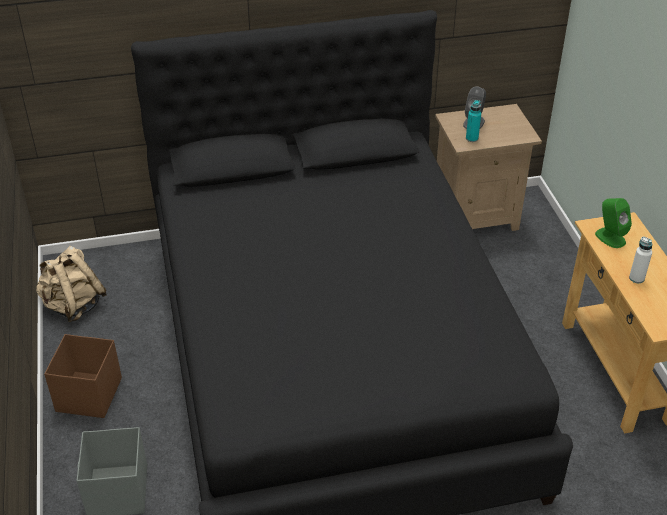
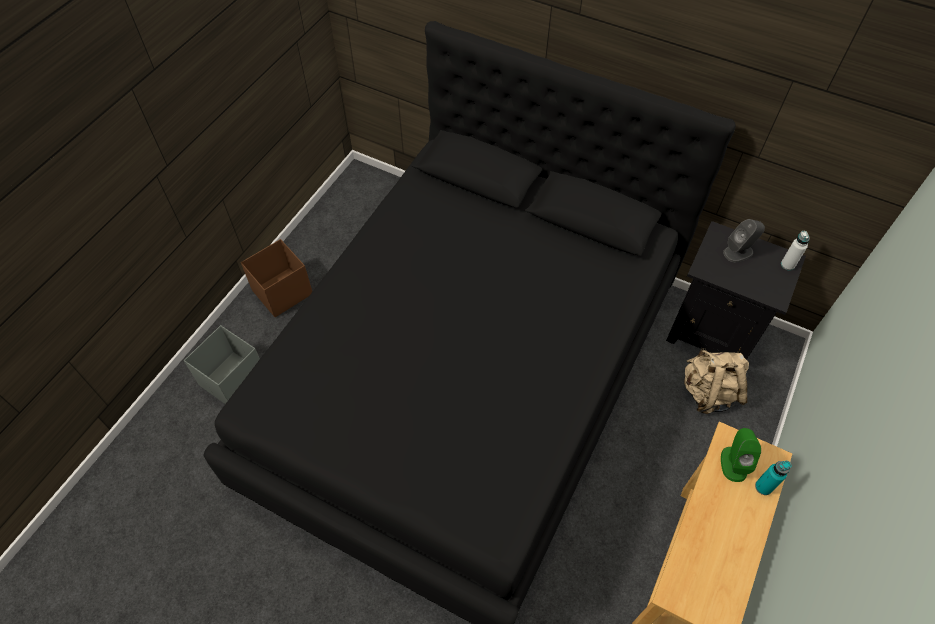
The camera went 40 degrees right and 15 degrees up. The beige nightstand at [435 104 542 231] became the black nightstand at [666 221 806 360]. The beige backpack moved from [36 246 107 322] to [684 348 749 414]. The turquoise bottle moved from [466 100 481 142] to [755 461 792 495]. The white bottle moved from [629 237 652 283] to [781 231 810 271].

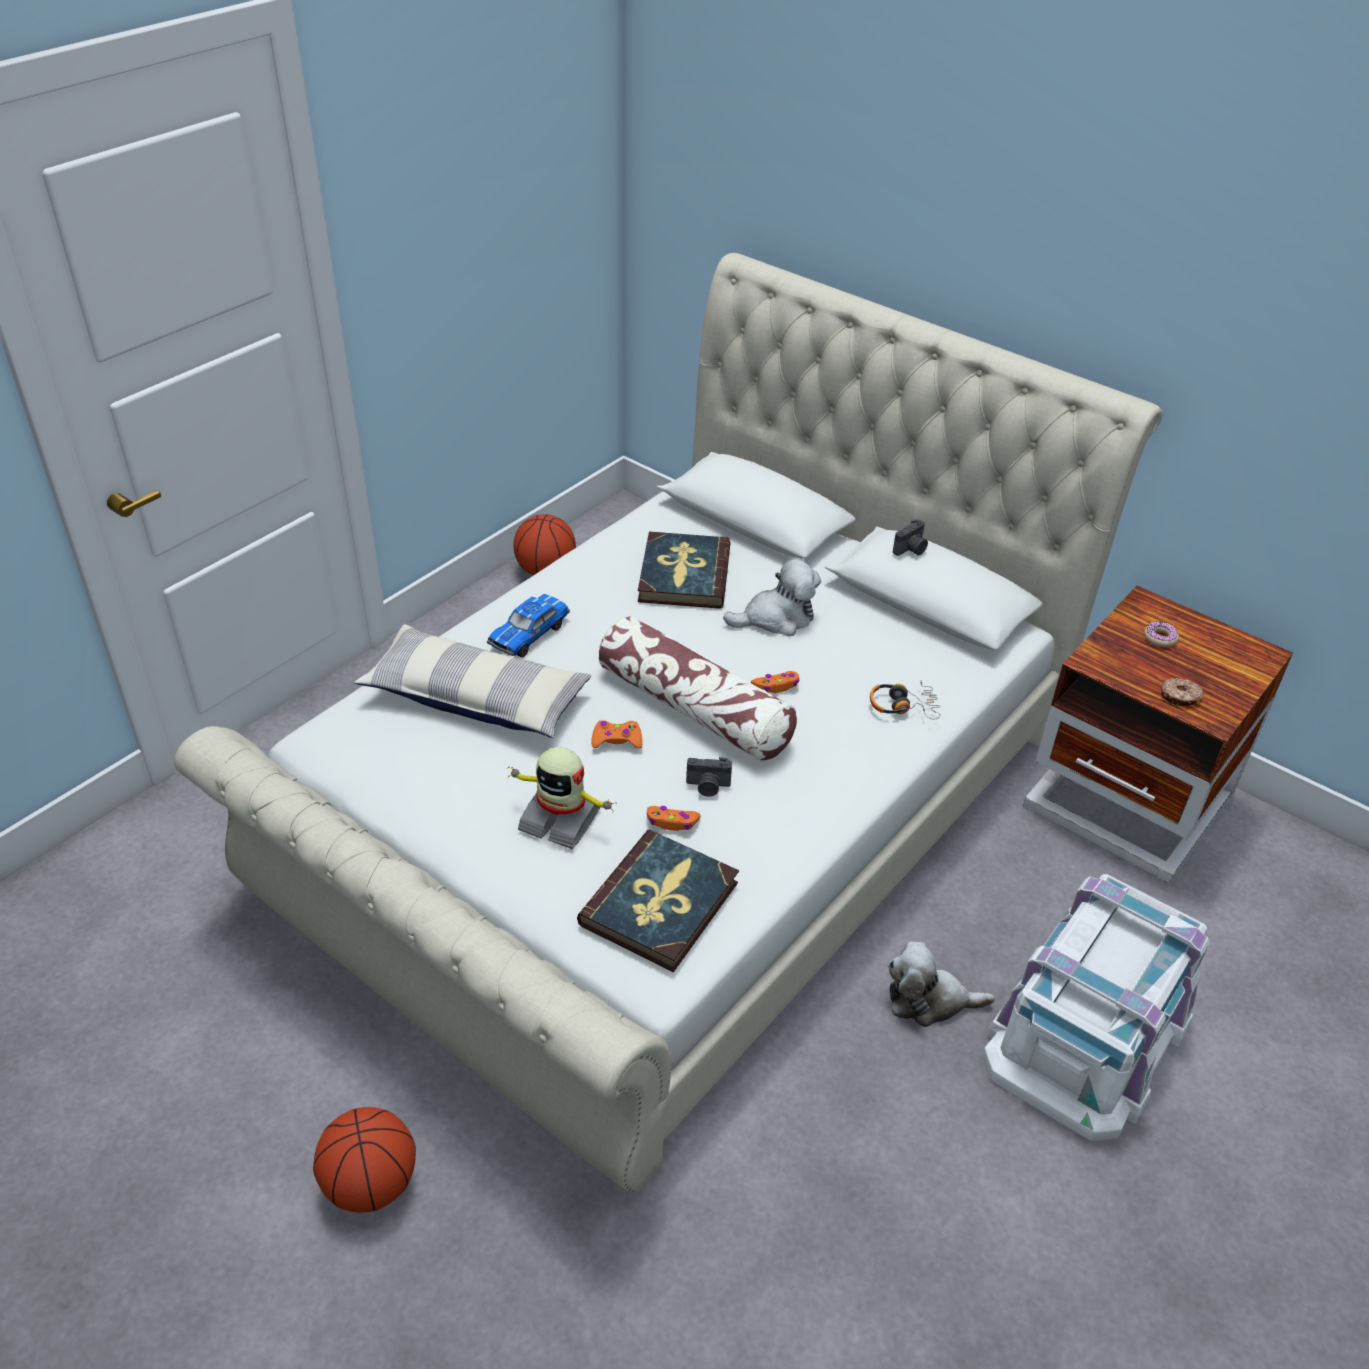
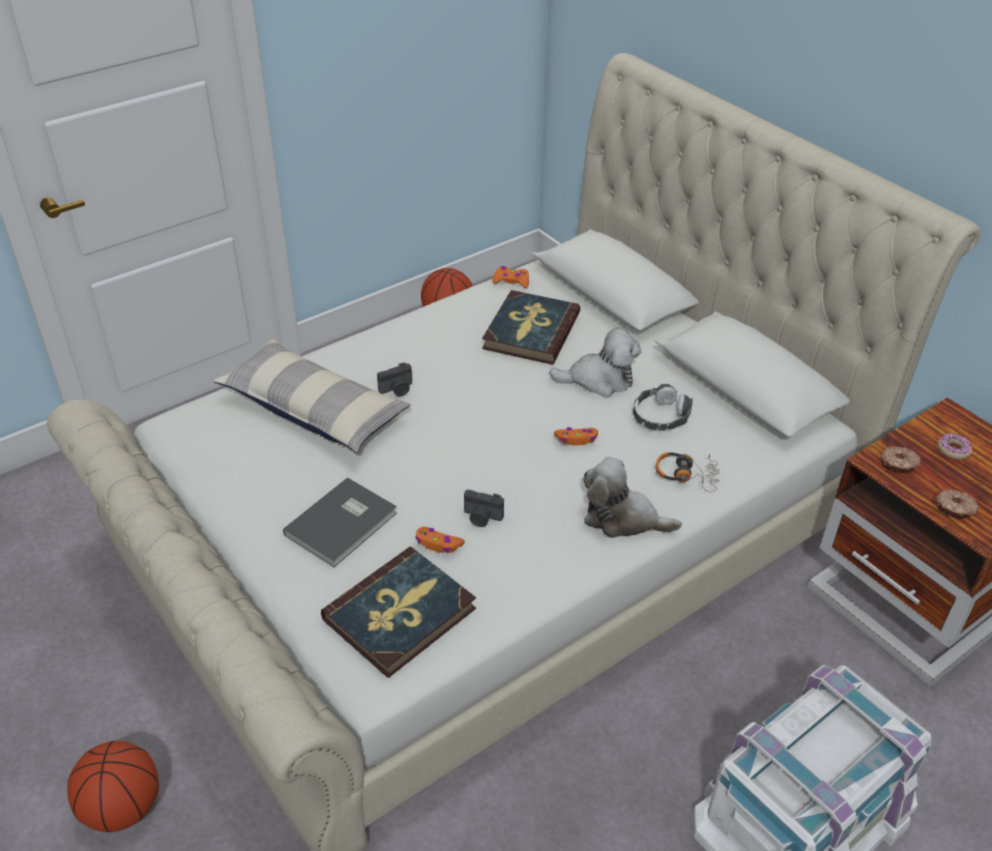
The camera went 15 degrees right and 0 degrees up. The toy robot at [507 747 616 849] was replaced by the grey book at [283 477 397 567]. The photo camera moved from [893 519 928 556] to [377 362 412 396]. The orange game controller moved from [591 720 643 749] to [492 266 529 288]. The plush toy moved from [888 942 995 1027] to [583 457 682 538]. The headphones at [633 384 693 431] appeared. The donut at [881 447 921 473] appeared. The toy car at [487 594 570 657] disappeared. The pillow at [599 616 797 761] disappeared.

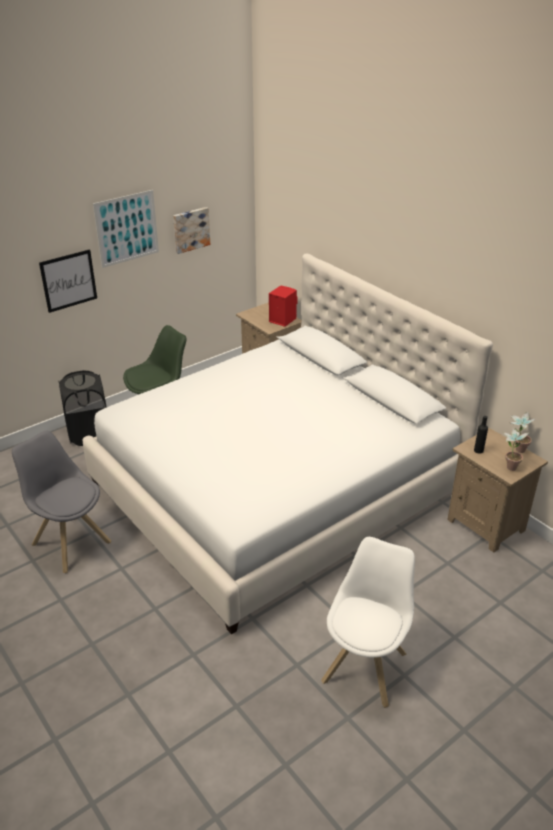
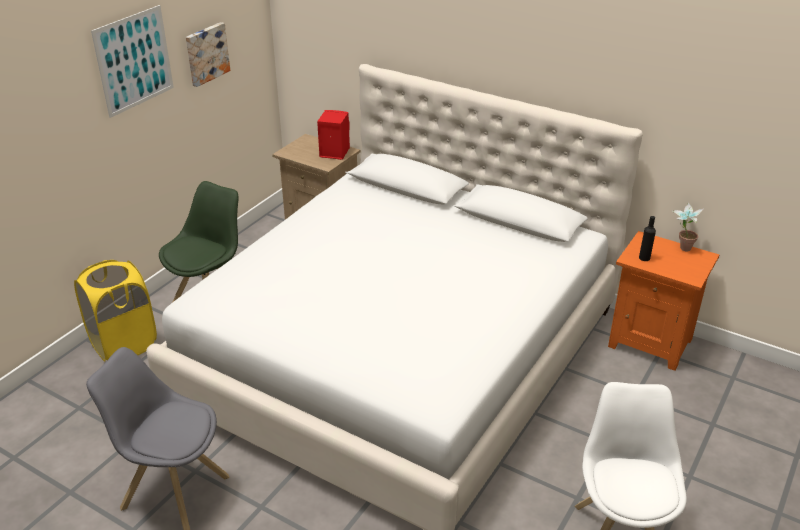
The camera went 20 degrees left and 0 degrees up. The black laundry basket at [58 370 107 446] became the yellow laundry basket at [74 260 157 362]. The beige nightstand at [447 428 548 552] became the orange nightstand at [608 231 719 371]. The picture at [39 249 97 313] disappeared. The potted plant at [502 428 529 471] disappeared.

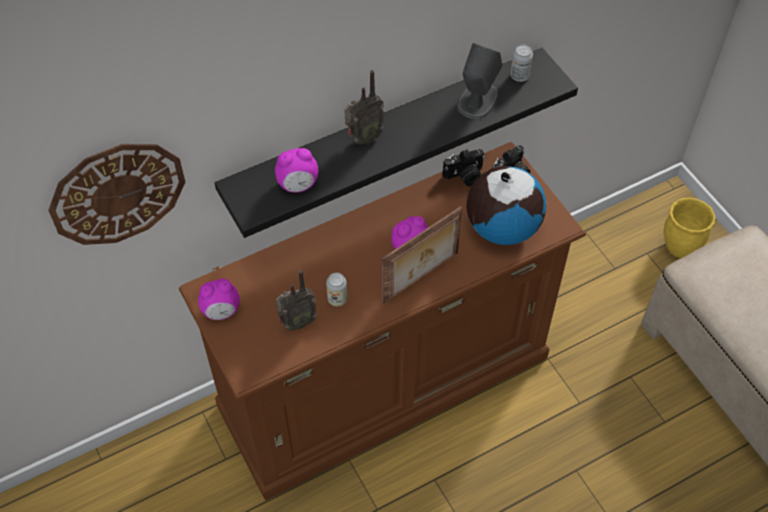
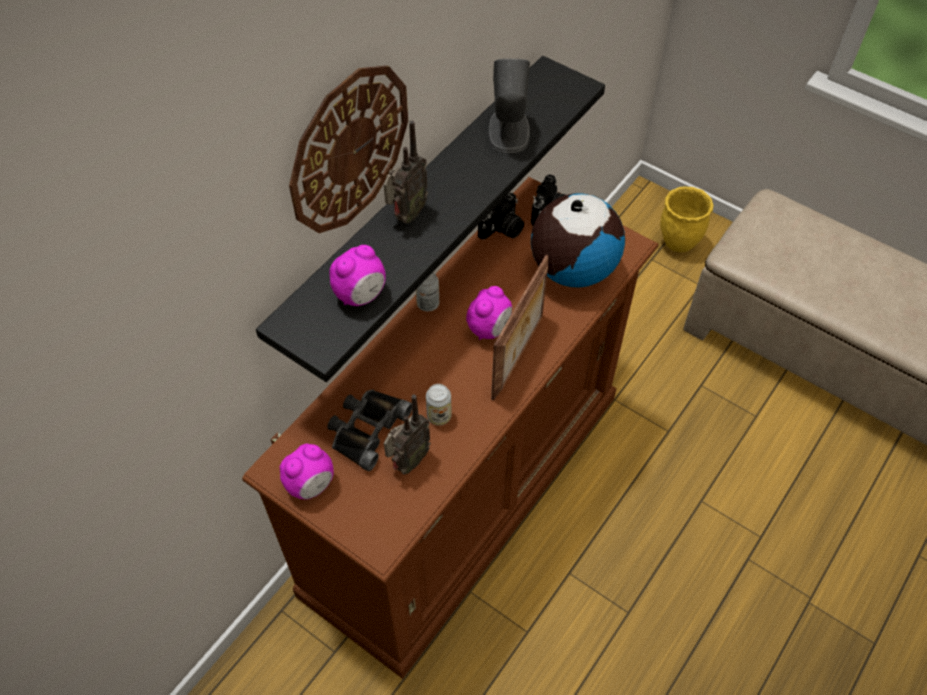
The camera went 25 degrees left and 0 degrees up. The wall clock moved from [48 144 185 245] to [289 65 408 233]. The black binoculars at [327 389 412 471] appeared. The can moved from [510 45 533 82] to [416 272 439 311].

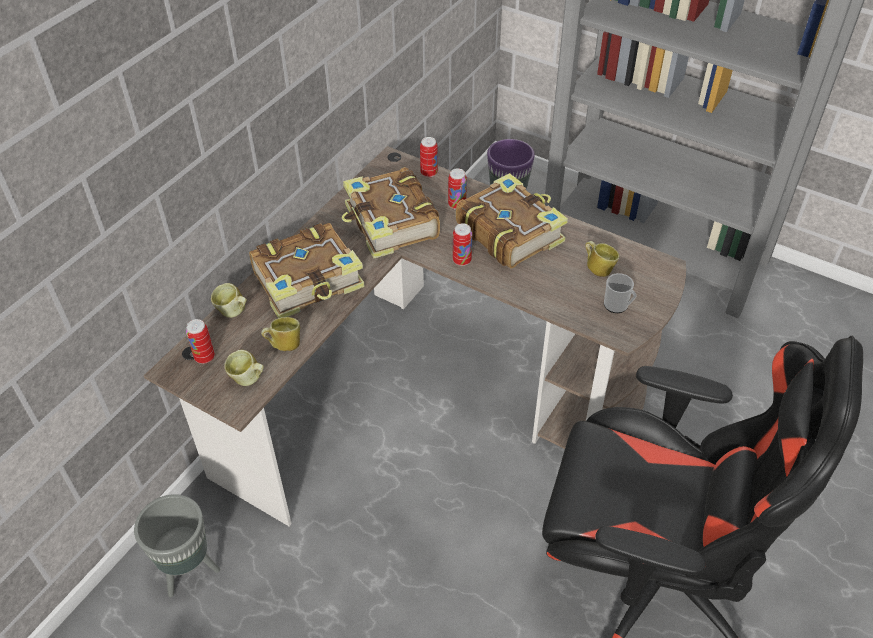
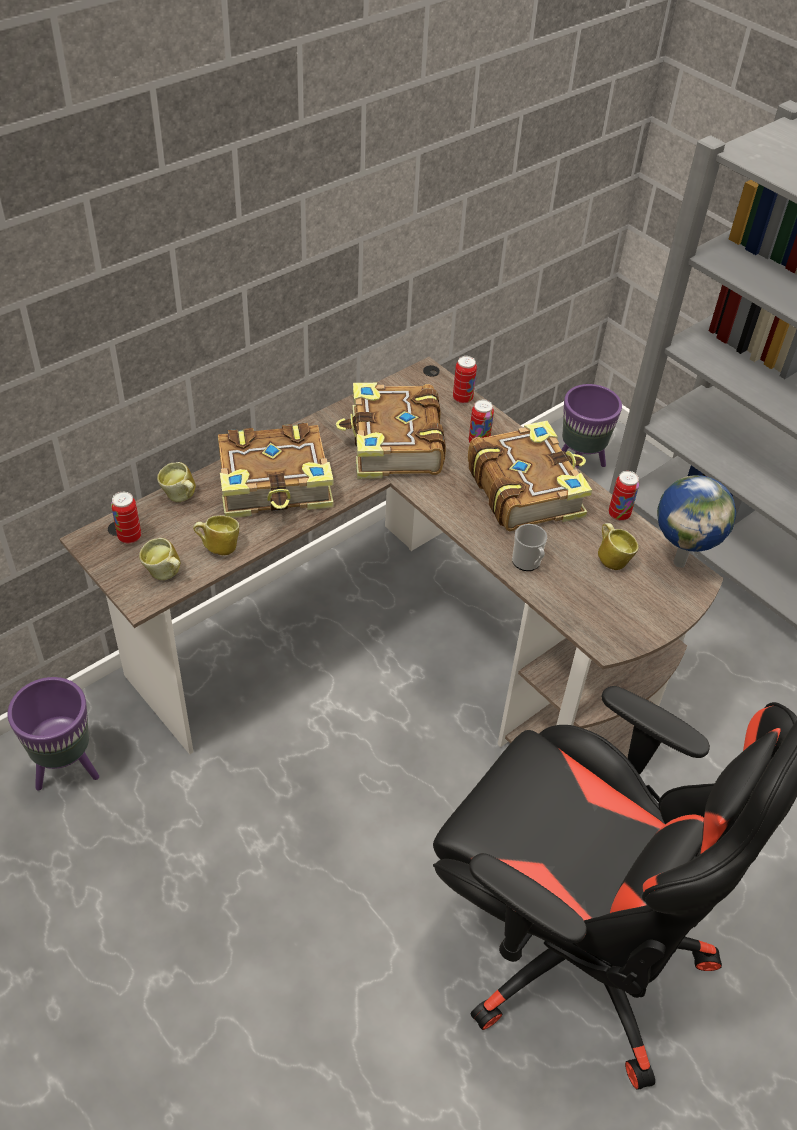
The camera went 15 degrees right and 0 degrees up. The grey planter at [134 494 220 597] became the purple planter at [8 677 99 791]. The mug moved from [604 273 637 313] to [512 524 547 571]. The can moved from [453 223 472 266] to [609 471 639 521]. The globe at [657 475 736 568] appeared.

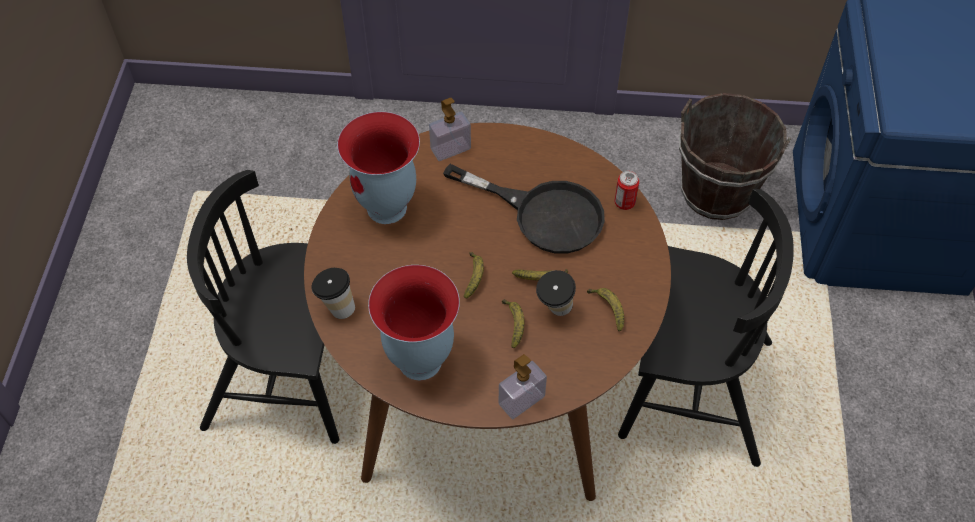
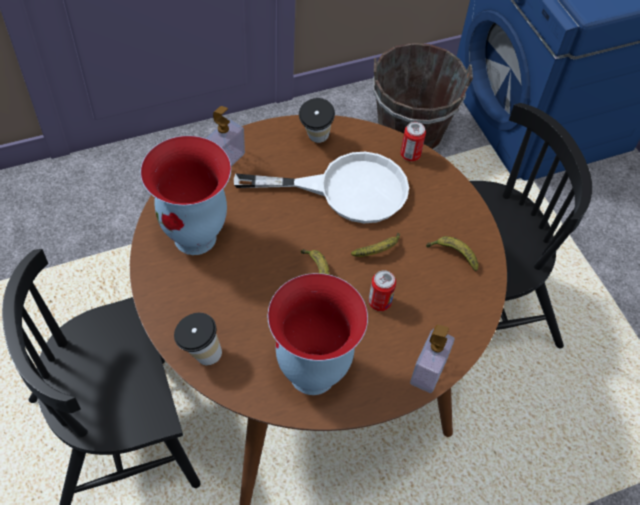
The camera went 30 degrees left and 0 degrees up. The black frying pan at [443 164 605 254] became the white frying pan at [234 152 409 223]. The cup moved from [536 270 576 316] to [299 98 335 143]. The banana at [502 299 524 348] was replaced by the can at [368 270 396 311].

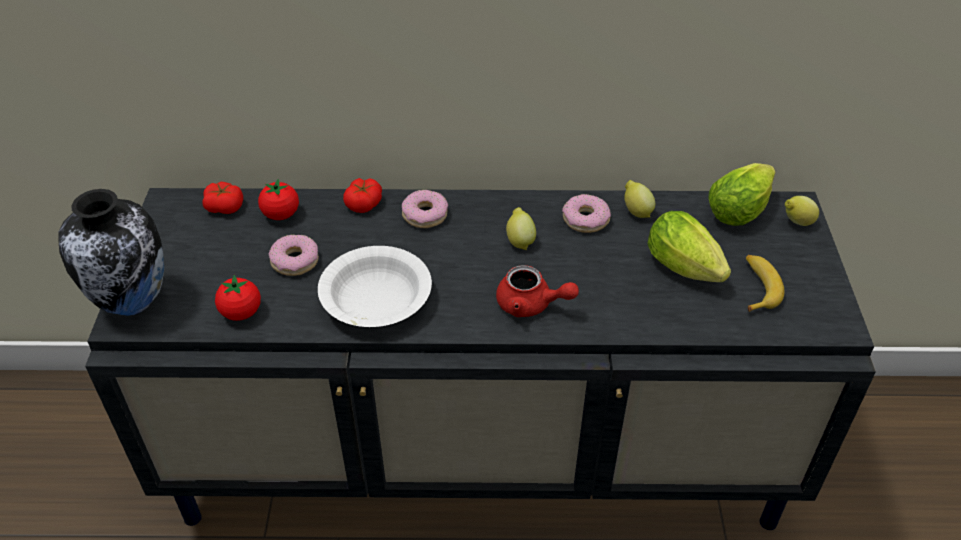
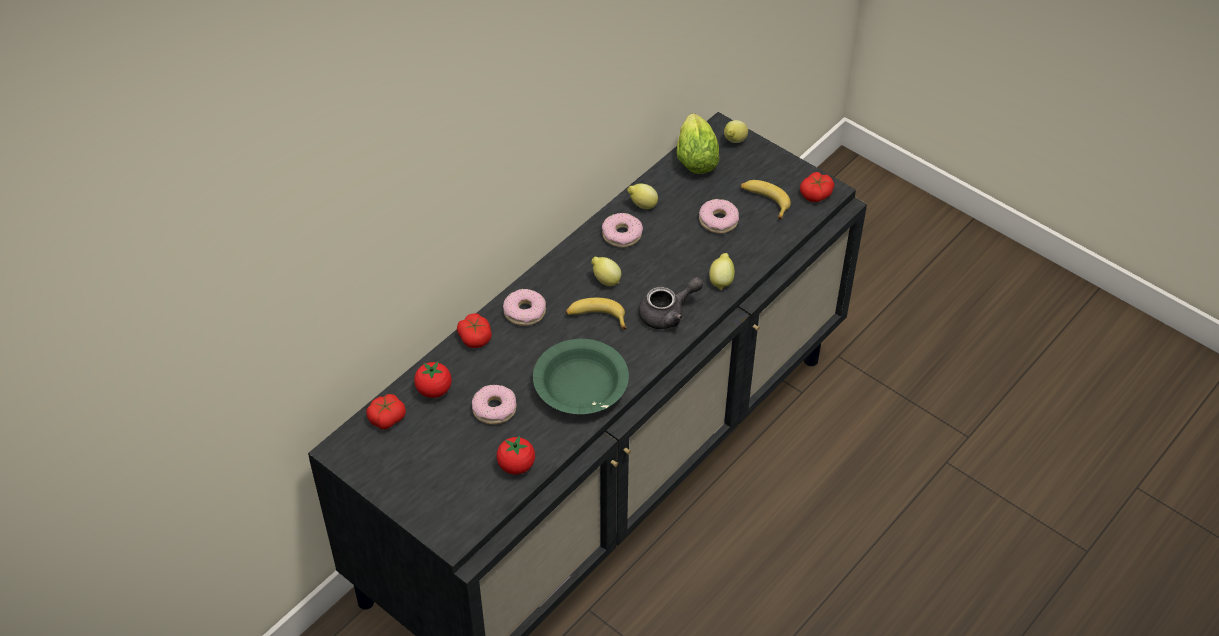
The camera went 50 degrees left and 5 degrees up. The white bowl at [318 246 432 327] became the green bowl at [533 339 629 414]. The banana at [565 298 627 329] appeared. The red teapot at [496 265 579 317] became the grey teapot at [639 277 703 329]. The lettuce at [647 211 731 282] was replaced by the donut at [699 199 739 233]. The lemon at [709 253 735 290] appeared. The tomato at [800 172 834 202] appeared. The vase at [58 189 164 316] disappeared.

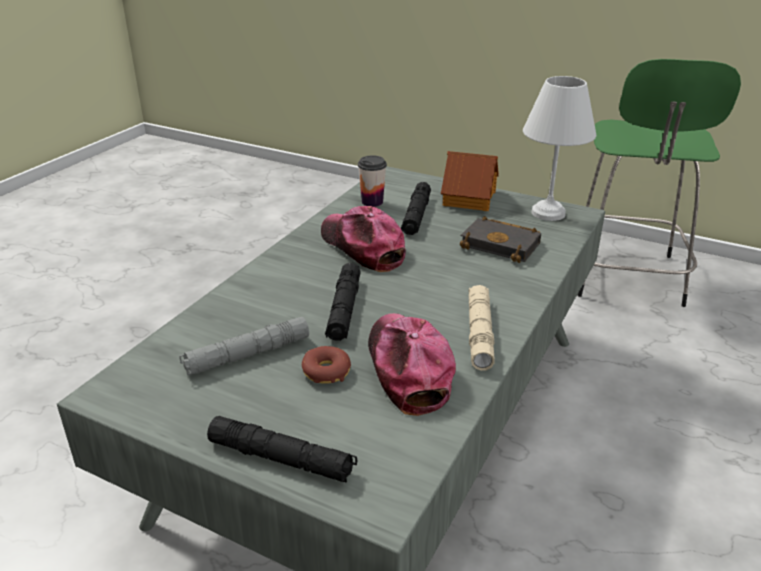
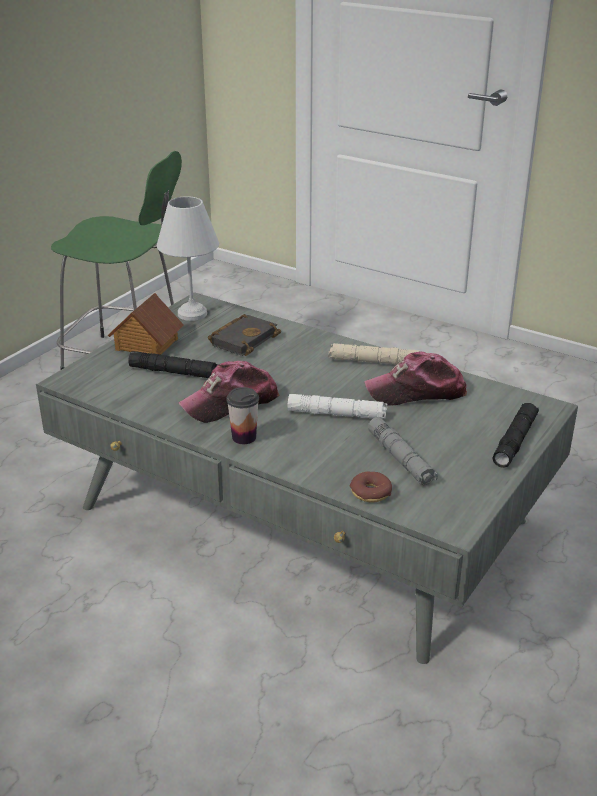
The camera went 85 degrees left and 0 degrees up. The cup moved from [358 155 387 207] to [226 387 259 444]. The black flashlight at [325 263 361 341] became the white flashlight at [288 394 387 419]. The donut moved from [302 346 351 384] to [350 472 392 502].

